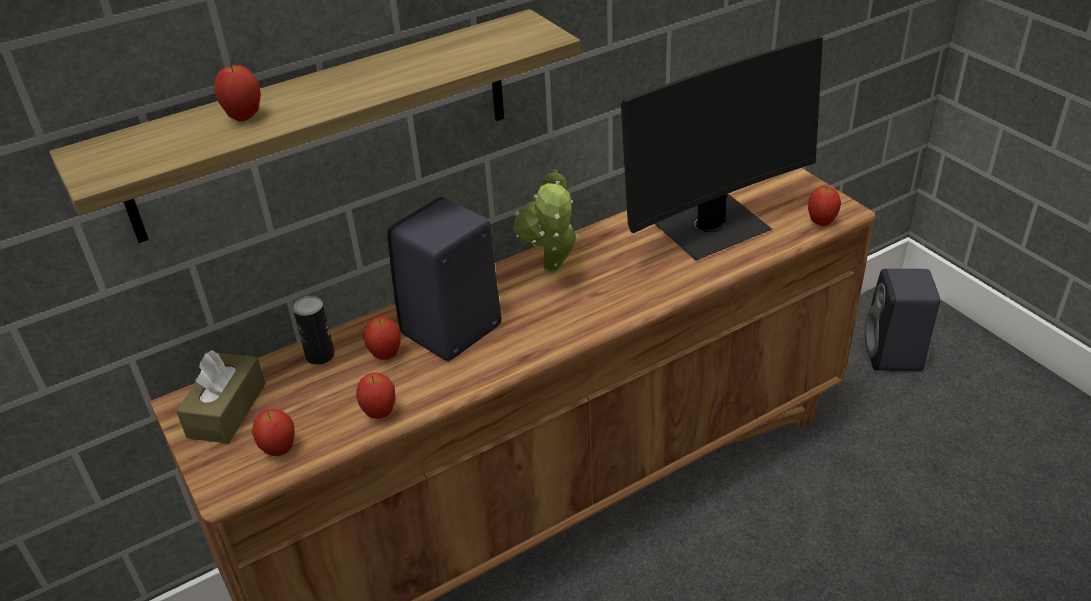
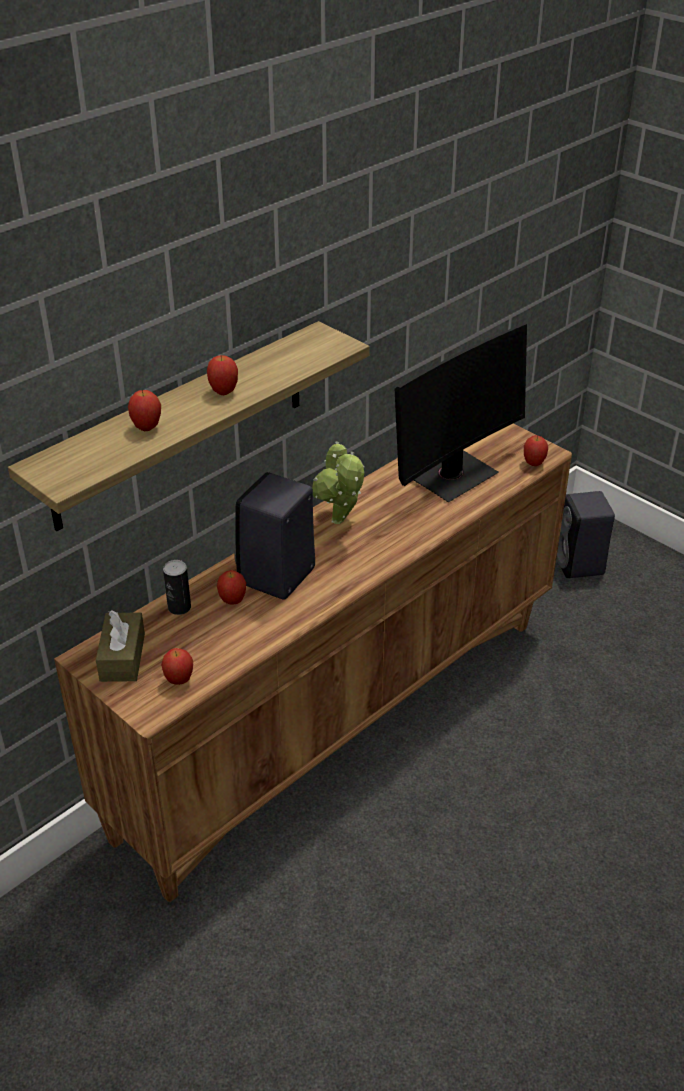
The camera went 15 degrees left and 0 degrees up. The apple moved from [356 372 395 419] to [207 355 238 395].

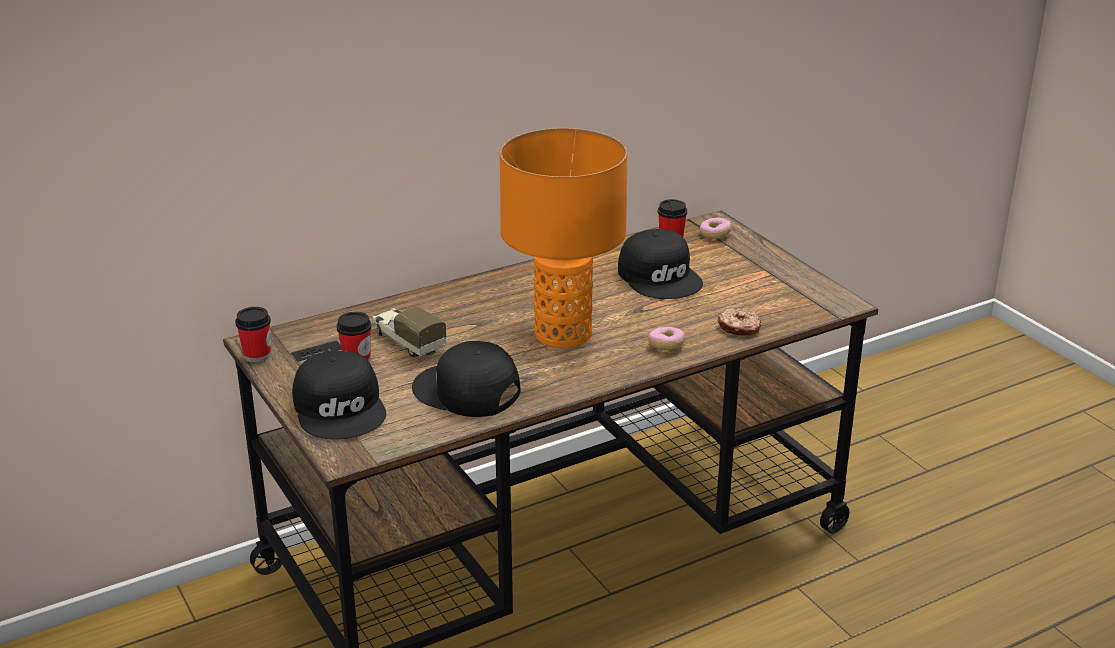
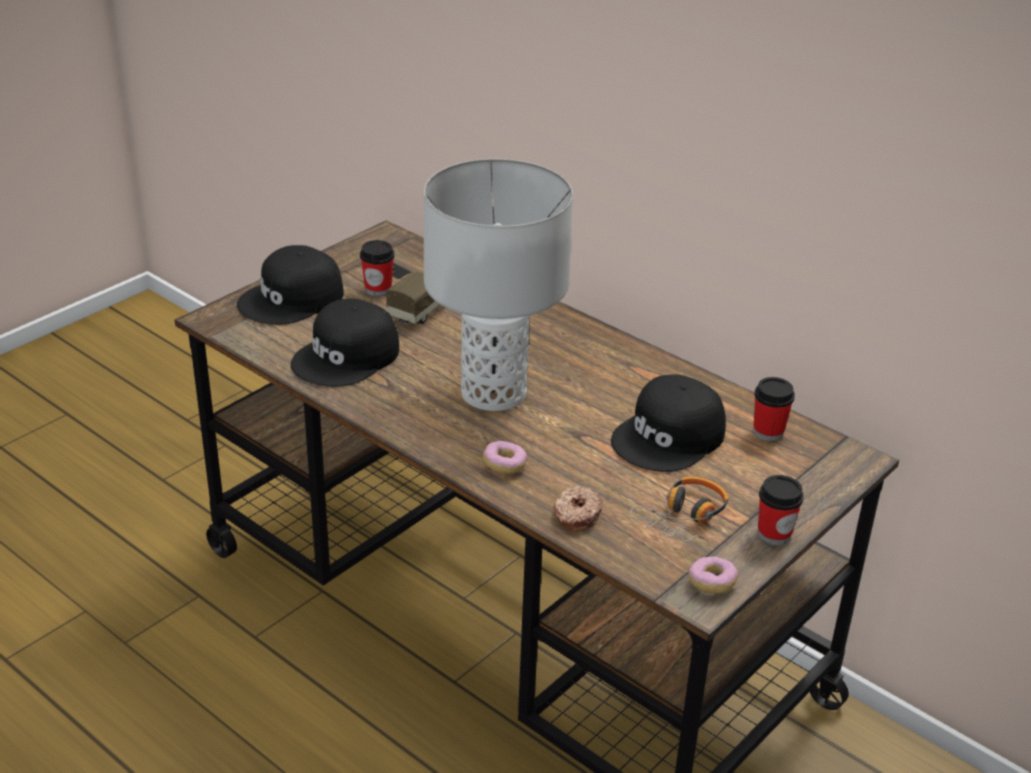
The camera went 70 degrees right and 5 degrees up. The black cap at [412 341 521 417] turned 150 degrees counterclockwise. The orange table lamp at [500 128 627 348] became the white table lamp at [424 159 573 411]. The headphones at [630 477 728 542] appeared. The donut moved from [700 218 732 239] to [688 557 738 594]. The cup moved from [235 307 271 363] to [758 475 804 545].

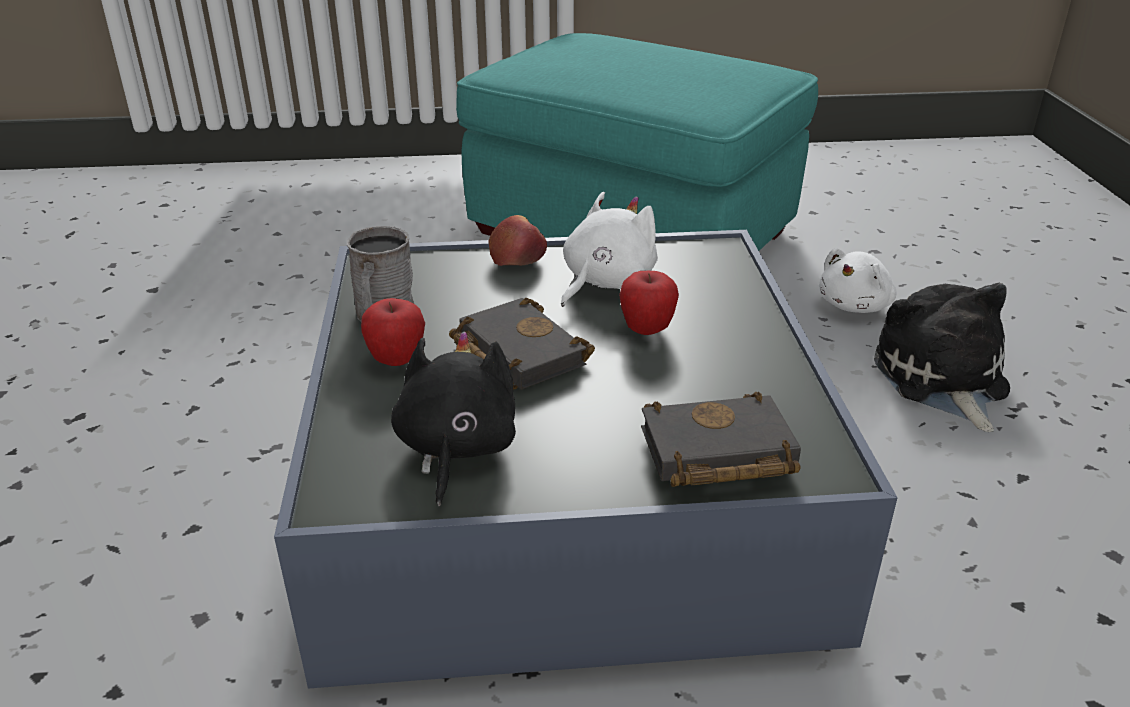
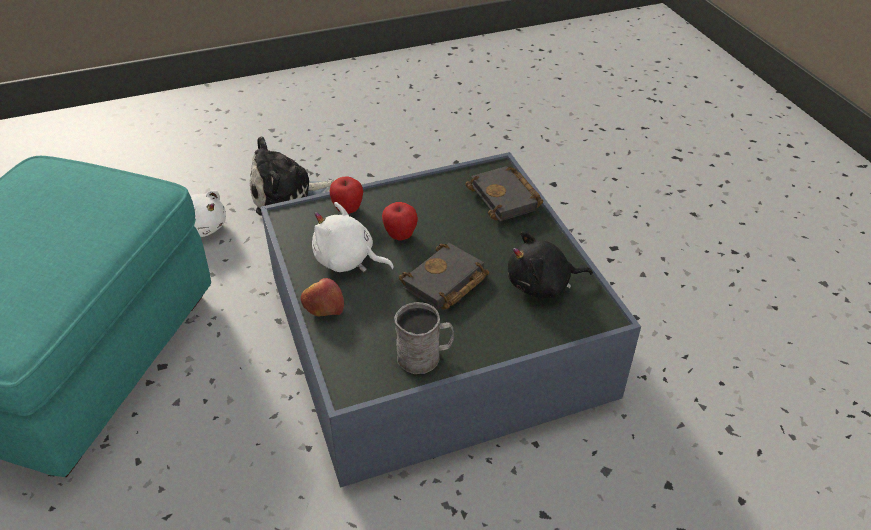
The camera went 105 degrees left and 10 degrees up. The apple moved from [361 298 425 366] to [330 176 363 214].

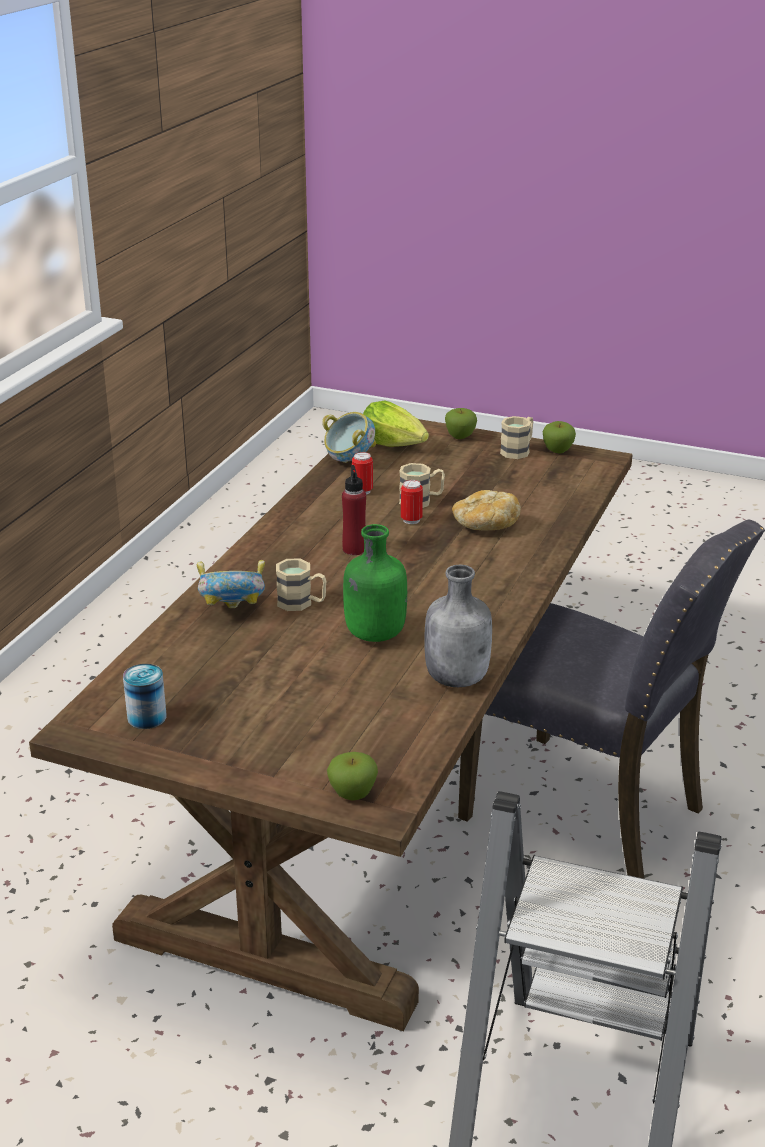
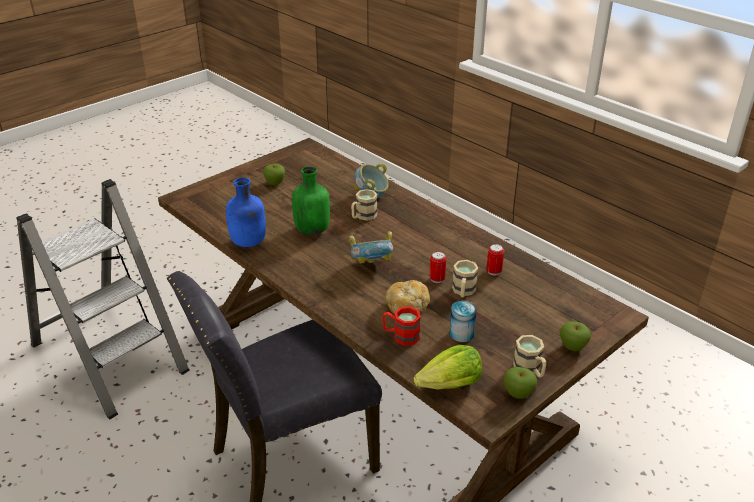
The camera went 115 degrees right and 5 degrees up. The grey bottle at [424 565 492 687] became the blue bottle at [226 177 266 247]. The apple moved from [327 752 378 800] to [263 163 285 185]. The bowl moved from [322 412 376 463] to [349 231 393 263]. The red mug at [383 306 421 346] appeared. The lettuce moved from [363 400 429 447] to [413 345 482 390]. The can moved from [123 664 167 729] to [450 301 477 342]. The red bottle at [342 465 366 555] disappeared.

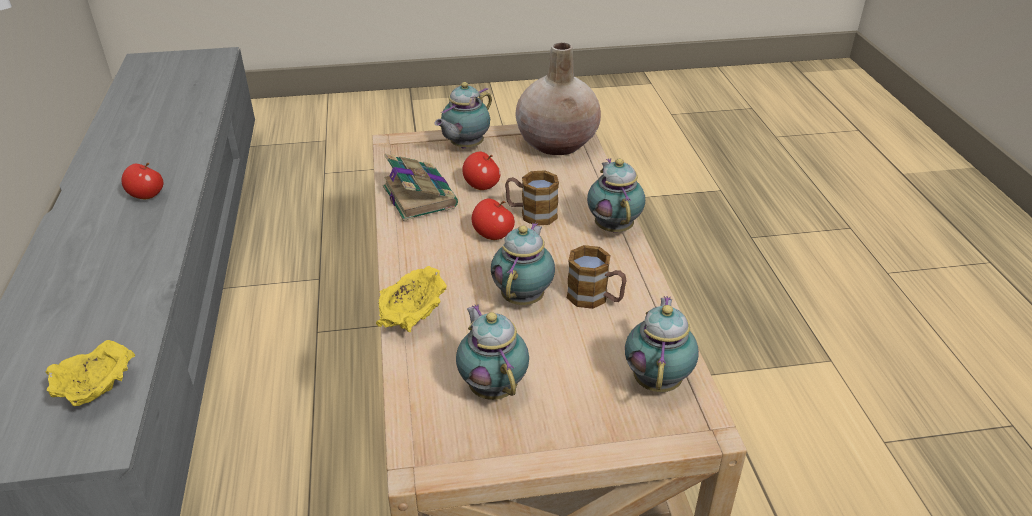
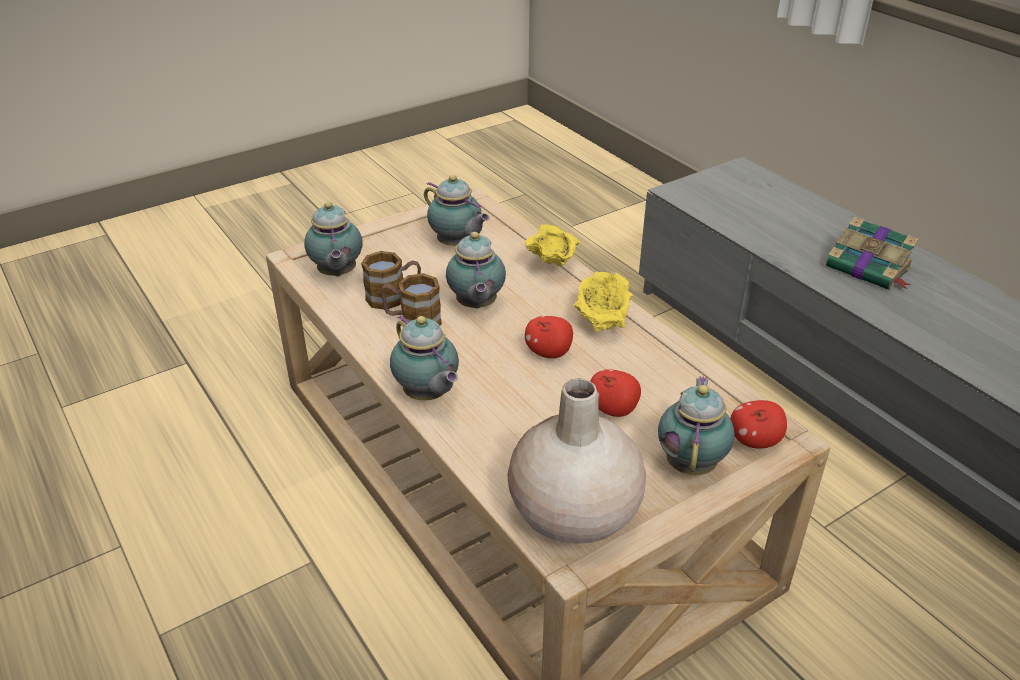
The camera went 155 degrees right and 0 degrees up. The mug moved from [505 170 559 226] to [361 251 421 310]. The yellow bowl moved from [46 340 135 406] to [573 271 633 332]. The apple moved from [122 163 163 199] to [730 400 787 449]. The book moved from [383 154 458 221] to [826 216 919 290].

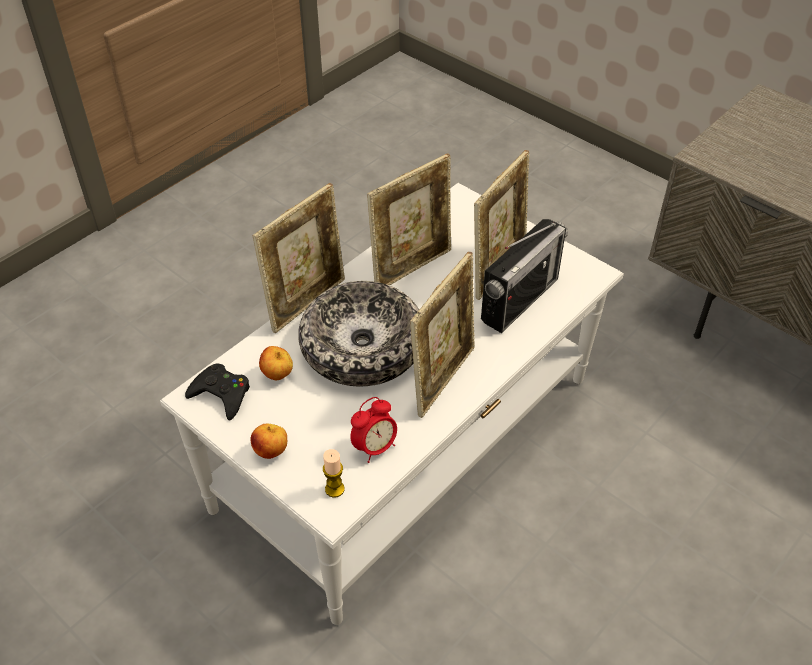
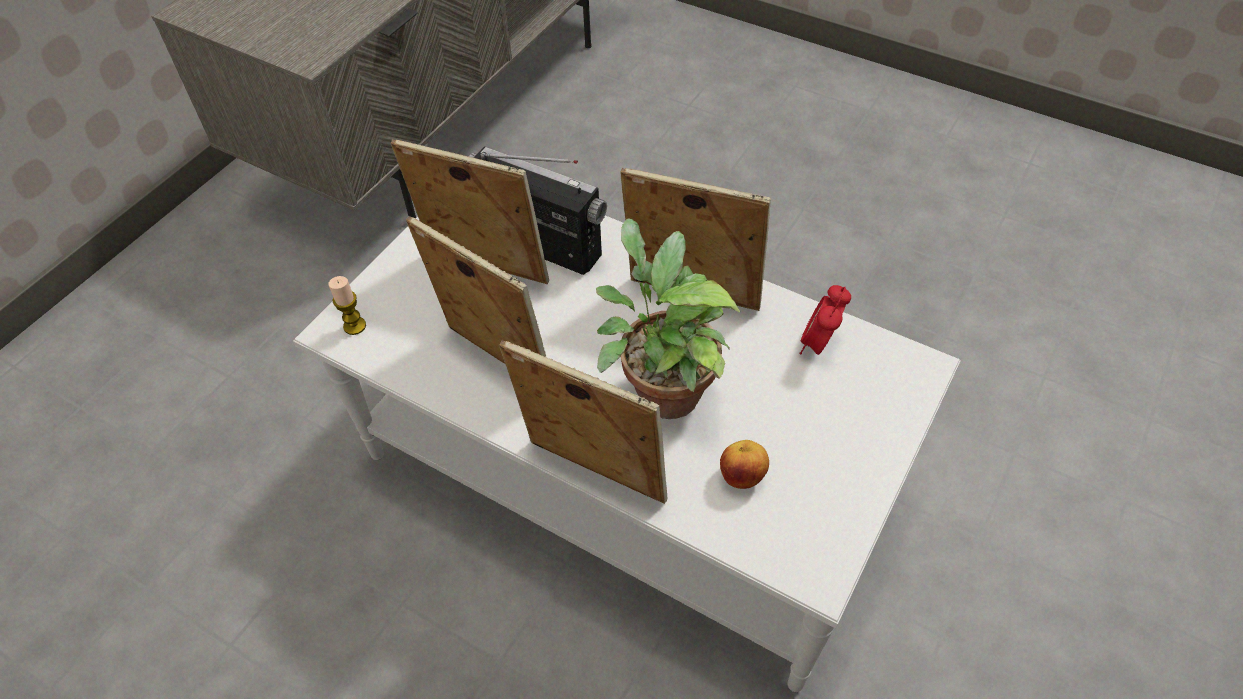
The camera went 100 degrees left and 5 degrees up. The candle moved from [323 449 345 498] to [328 276 366 335]. The bowl at [298 281 419 386] was replaced by the potted plant at [596 218 740 419]. The alarm clock at [350 397 397 463] turned 105 degrees counterclockwise. The black game controller at [185 363 250 420] disappeared. The apple at [251 424 287 459] disappeared.

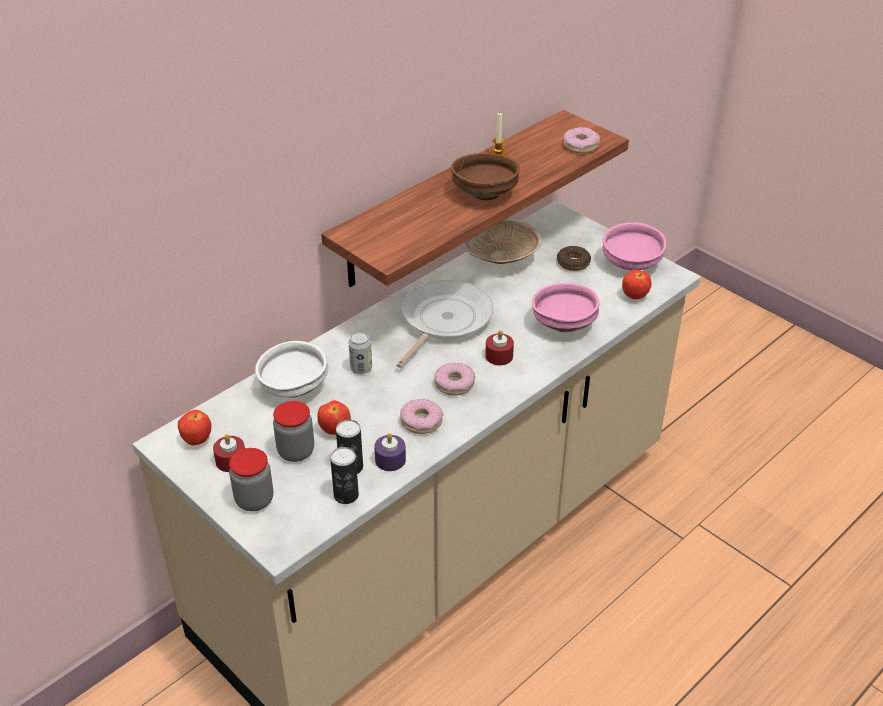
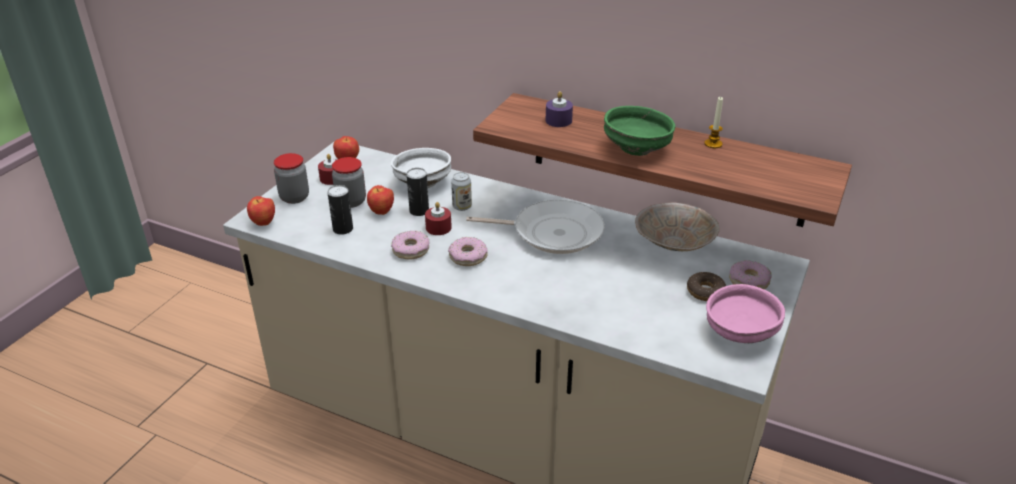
The camera went 70 degrees right and 5 degrees down. The apple moved from [622 269 651 299] to [247 196 275 226]. The can moved from [330 447 359 504] to [407 168 429 216]. The red candle moved from [485 330 514 365] to [425 202 452 235]. The purple candle moved from [374 433 406 471] to [546 91 573 127]. The brown bowl at [451 153 520 200] became the green bowl at [604 106 675 156]. The donut moved from [563 127 600 154] to [729 260 772 289]. The pink bowl at [532 283 600 332] disappeared.

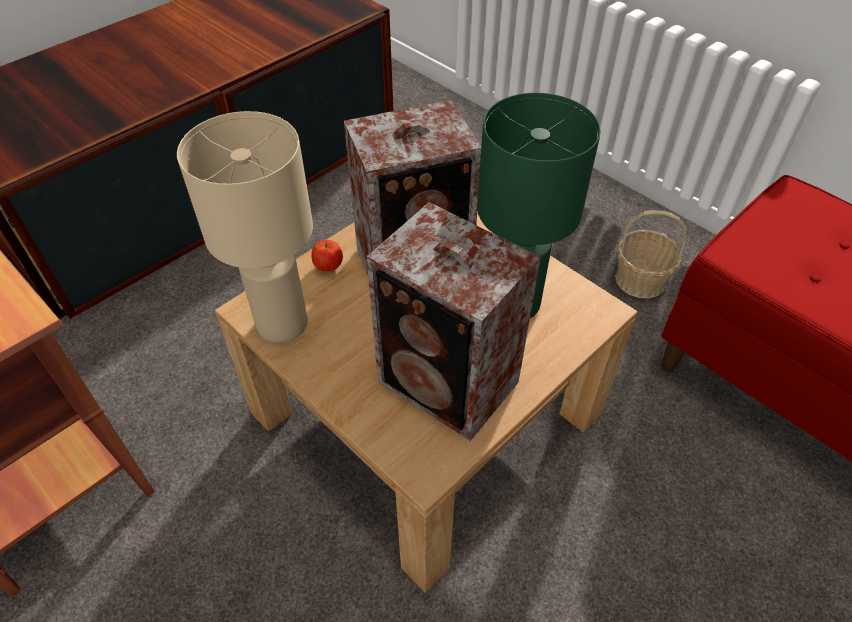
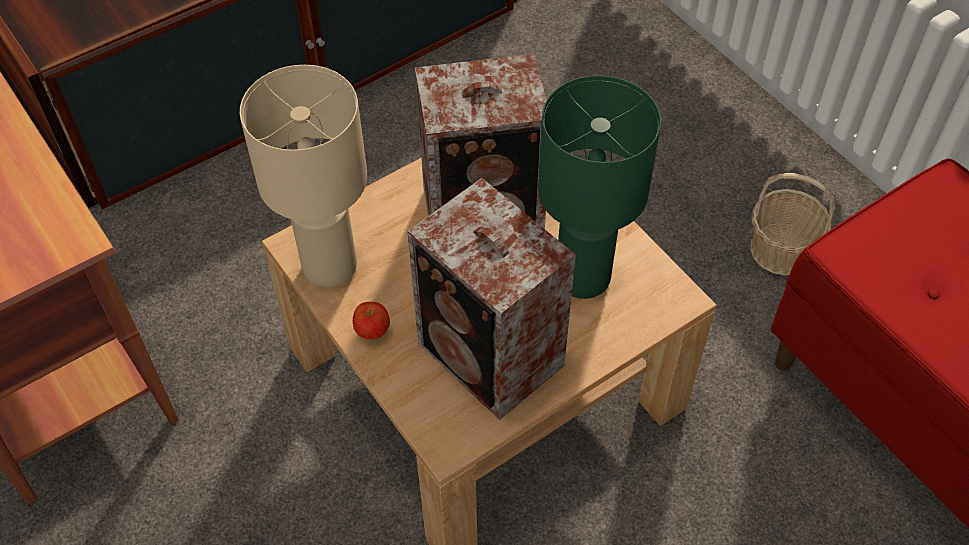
The camera went 10 degrees right and 5 degrees up. The apple moved from [311 240 343 271] to [353 302 390 339].

